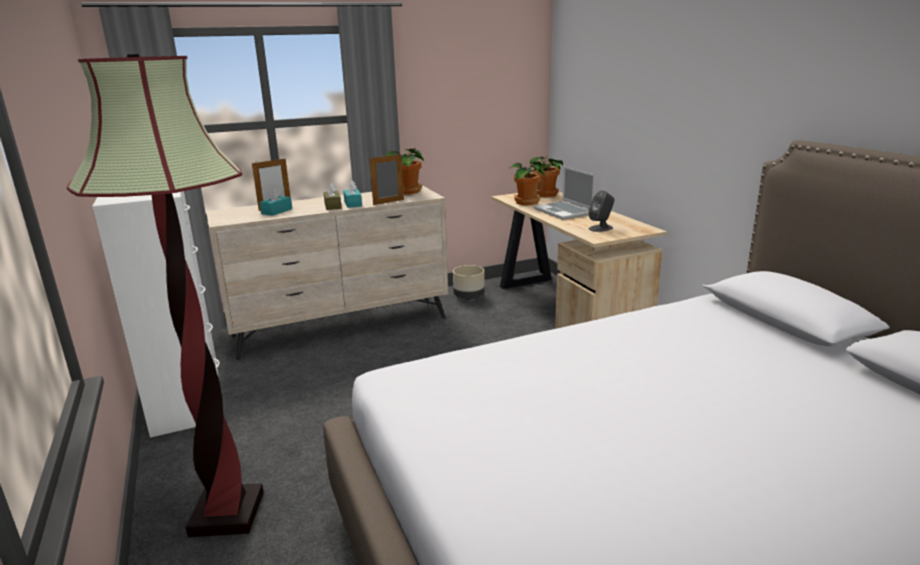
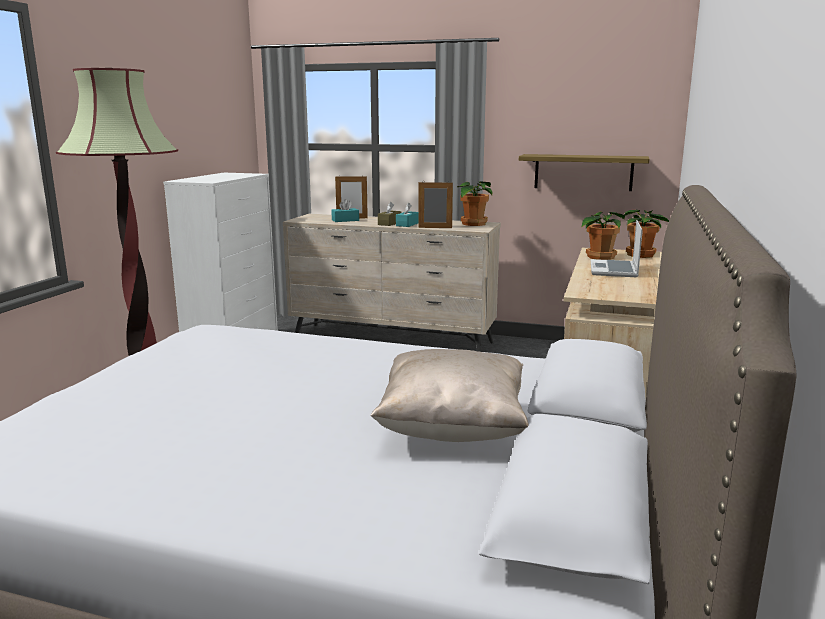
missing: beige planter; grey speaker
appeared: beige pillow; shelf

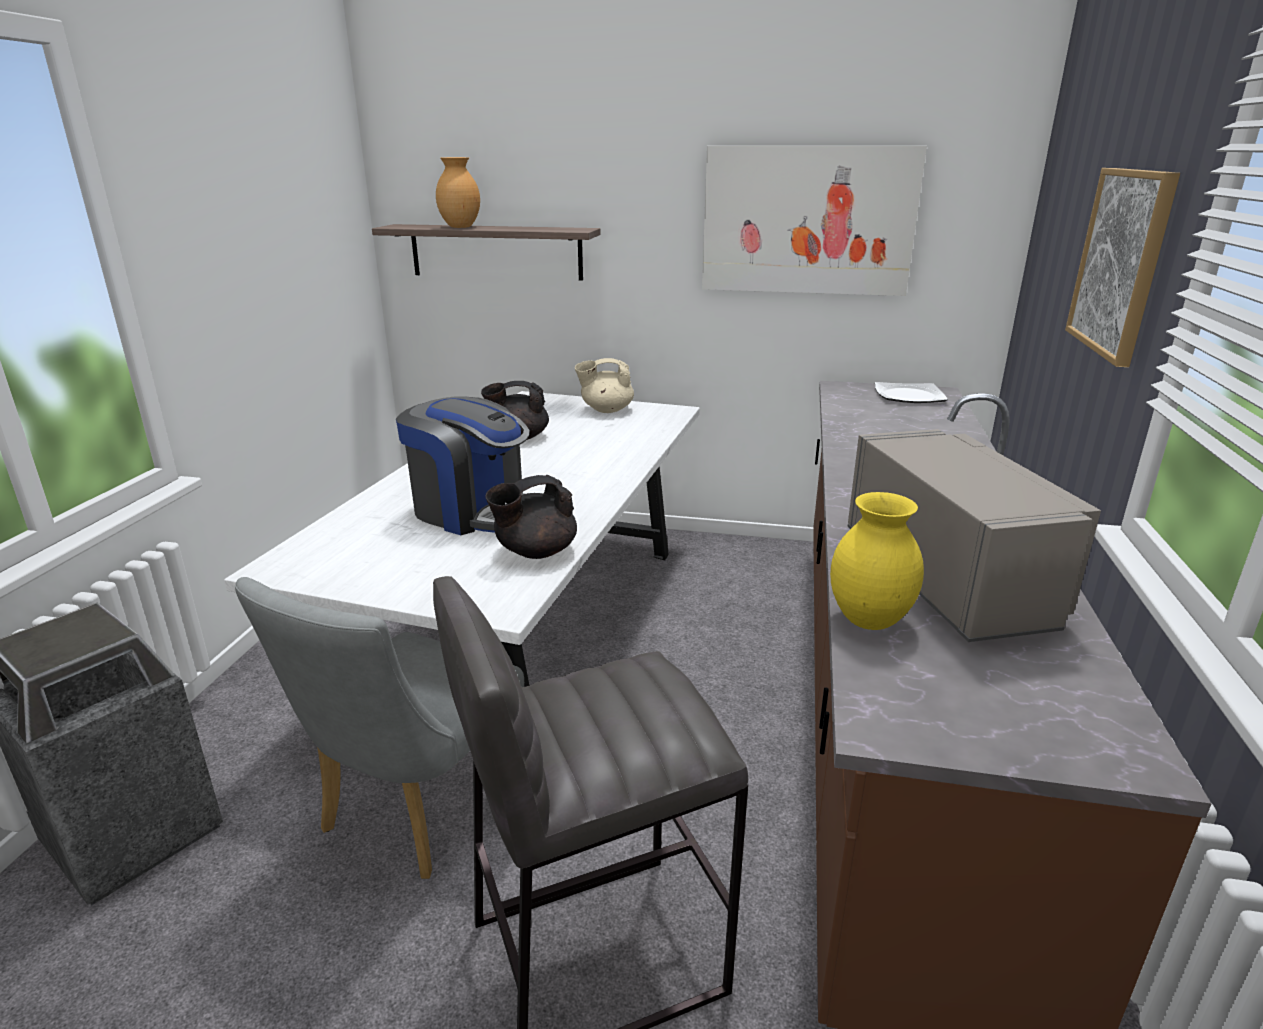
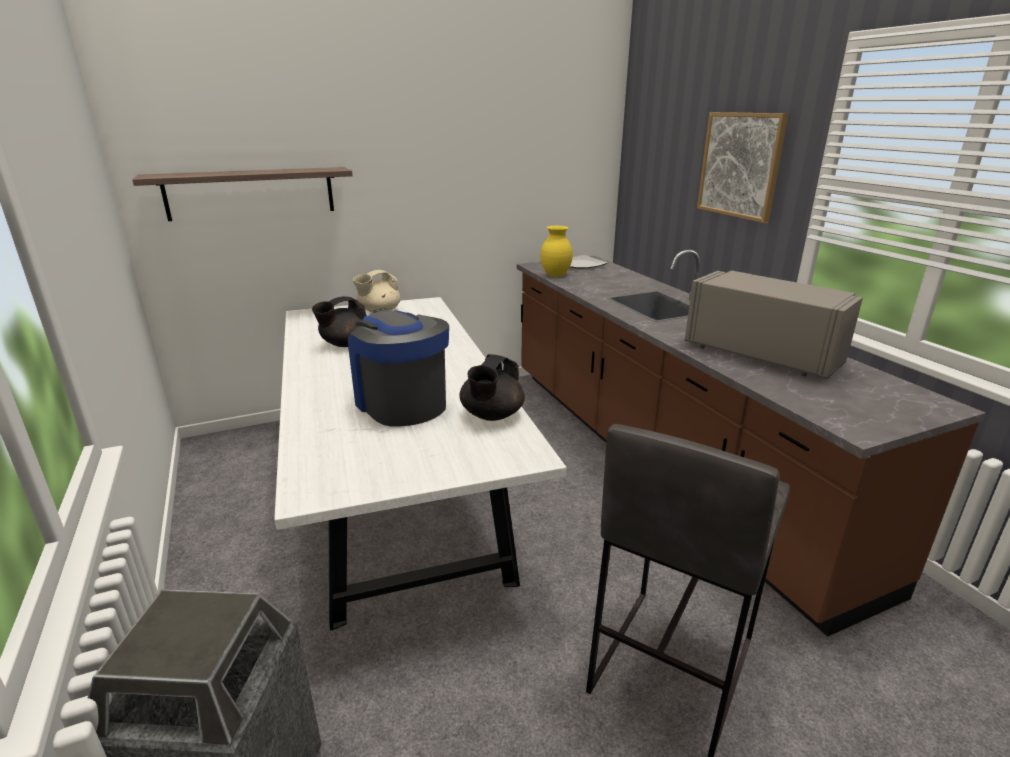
missing: grey chair; brown vase; picture (no. 1 from left)
relocated: yellow vase
spun: coffee machine 120 degrees counterclockwise

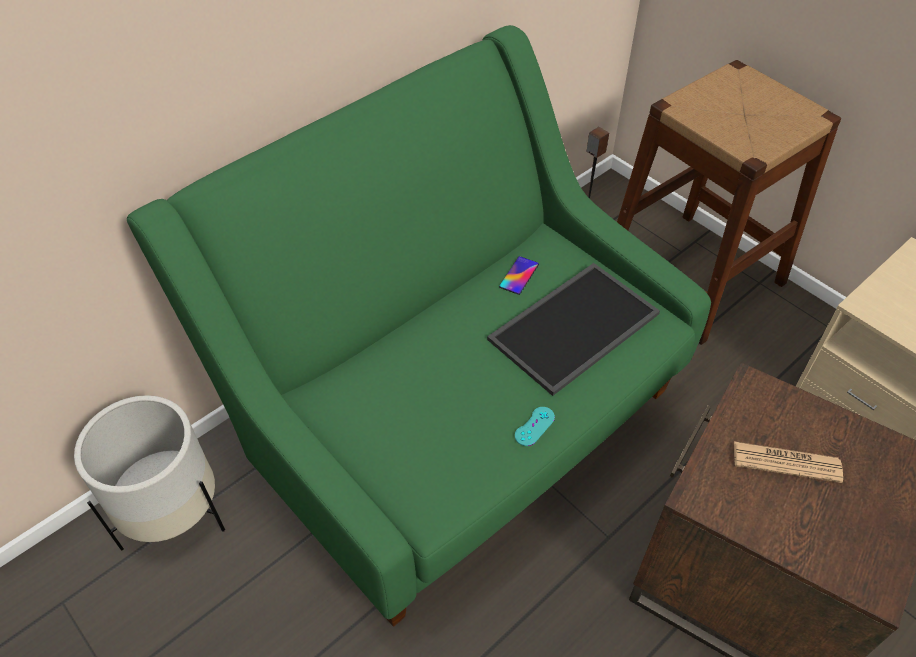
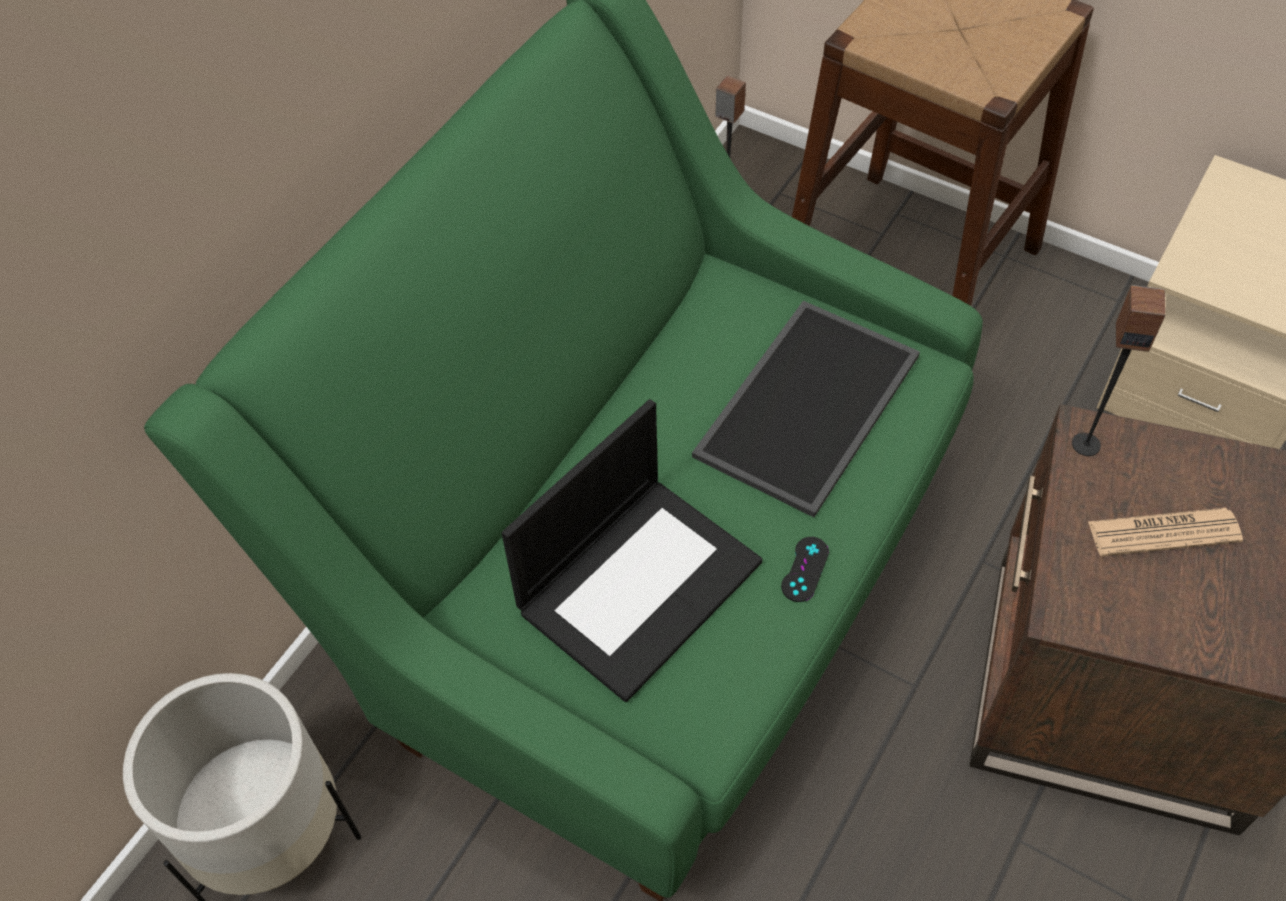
missing: phone
appeared: laptop; speaker (no. 2 from left)
colour: turquoise game controller to black game controller

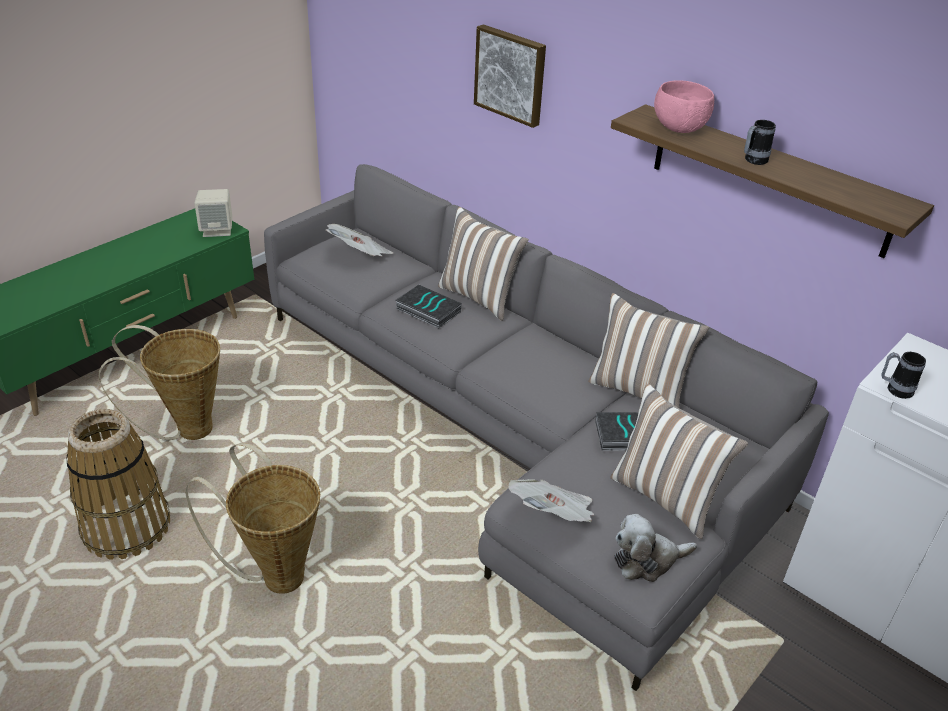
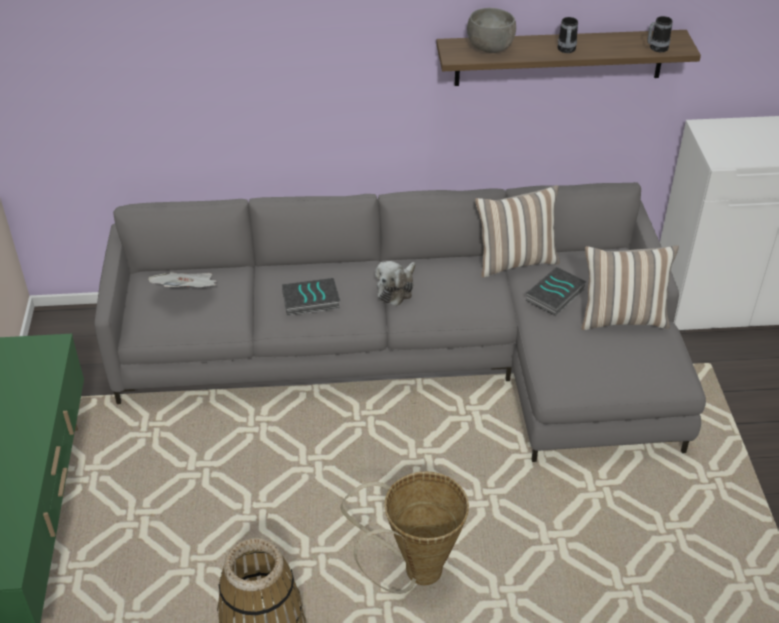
missing: basket (no. 2 from left); beige speaker; pillow (no. 1 from left); picture; newspaper (no. 2 from left)
relocated: plush toy; mug (no. 2 from left)
colour: pink bowl to grey bowl

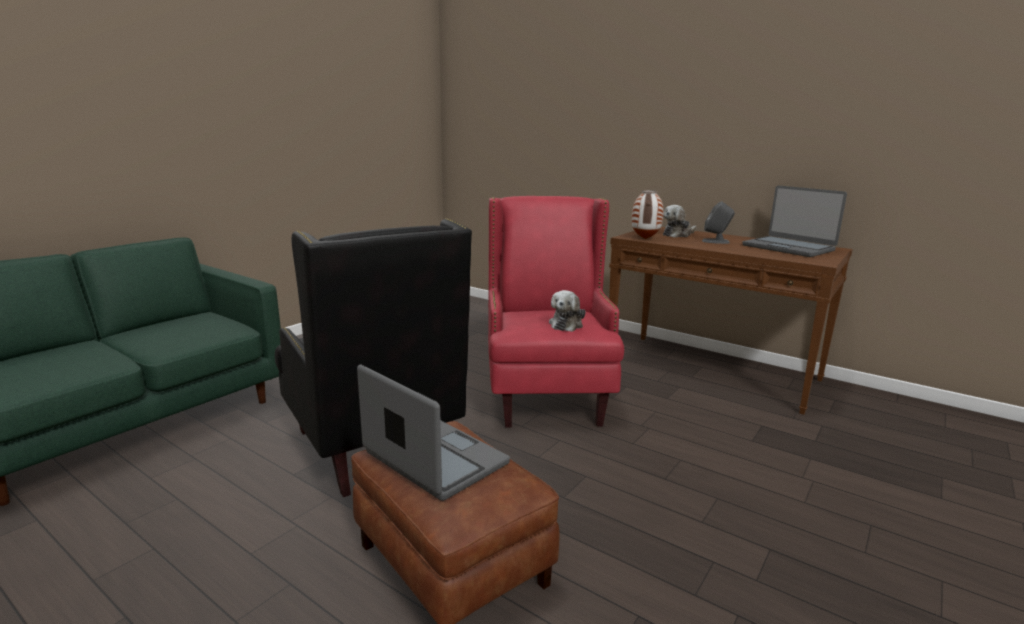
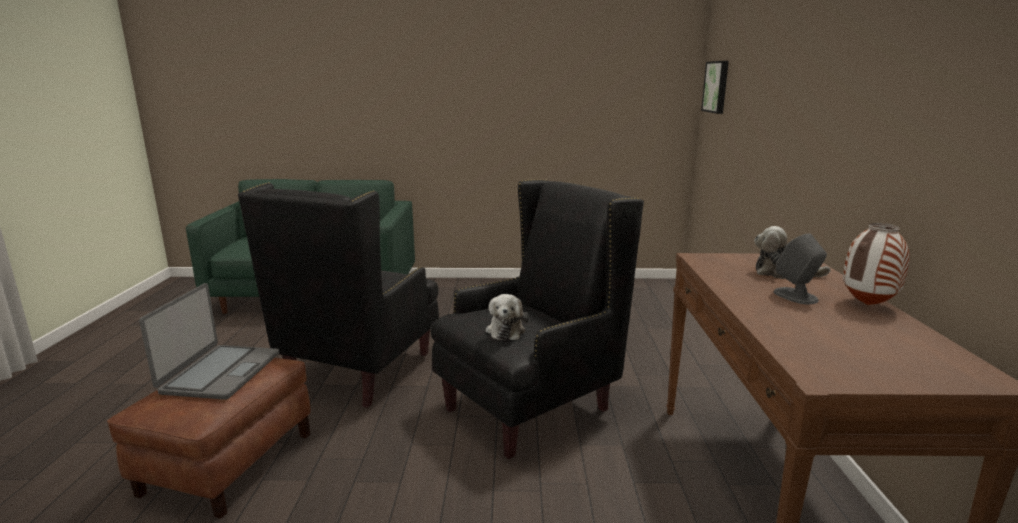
missing: laptop (no. 2 from left)
appeared: picture
relocated: vase
colour: red armchair to black armchair (no. 2 from left)
spun: plush toy (no. 1 from left) 75 degrees counterclockwise

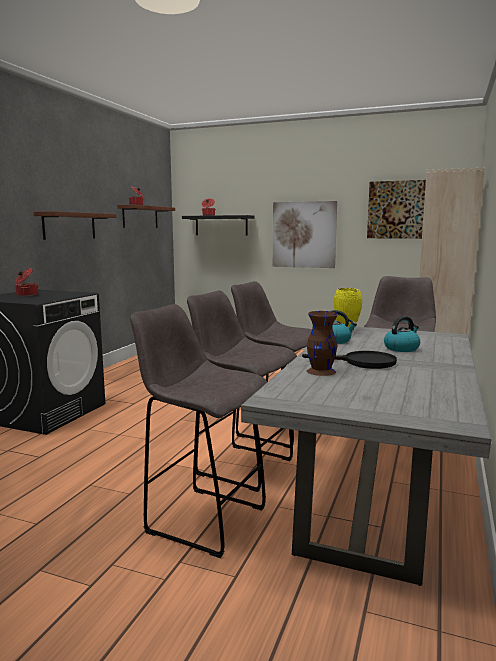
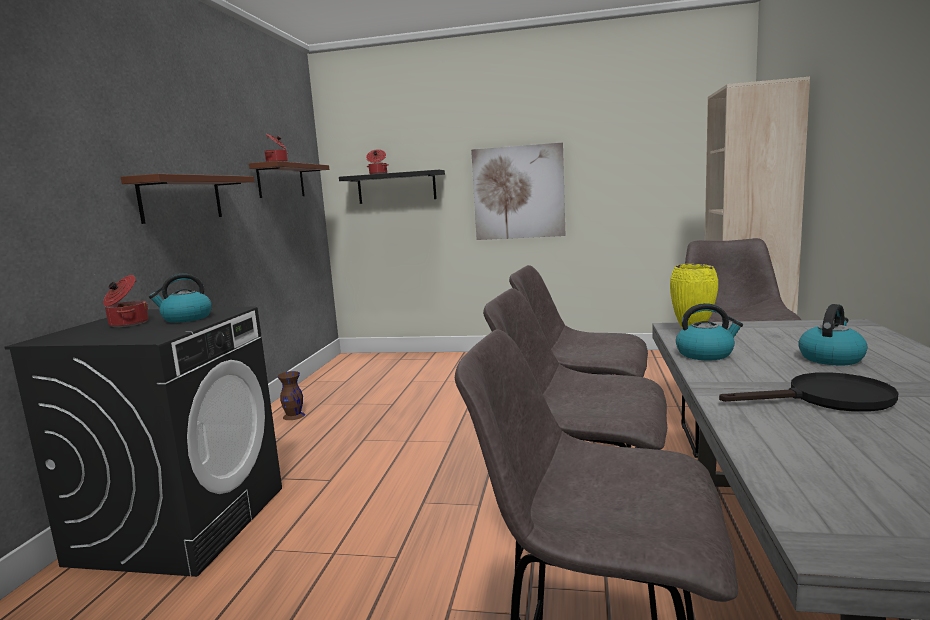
missing: picture (no. 2 from left)
appeared: kettle (no. 1 from left)
relocated: brown vase

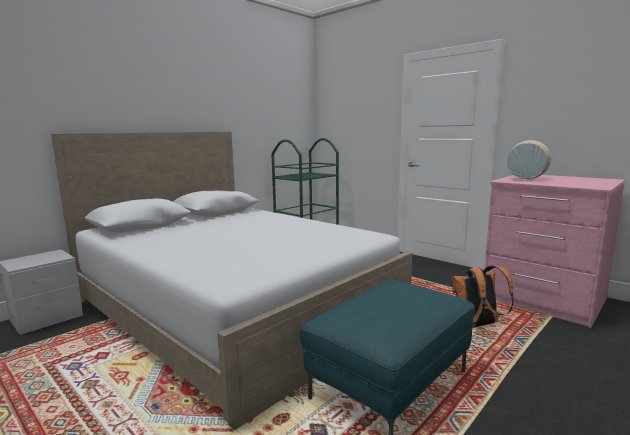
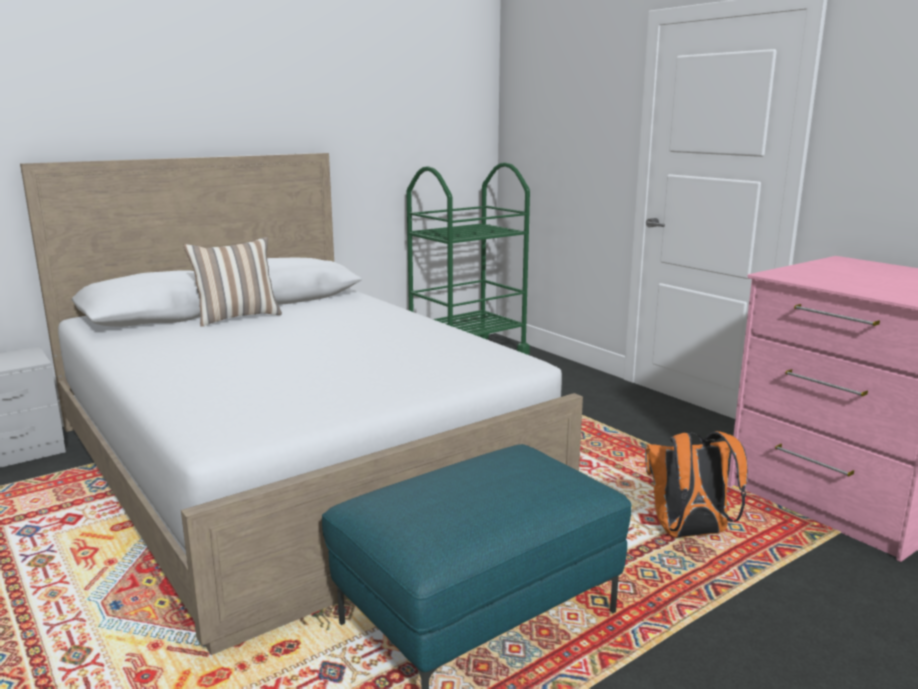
missing: vase
appeared: pillow

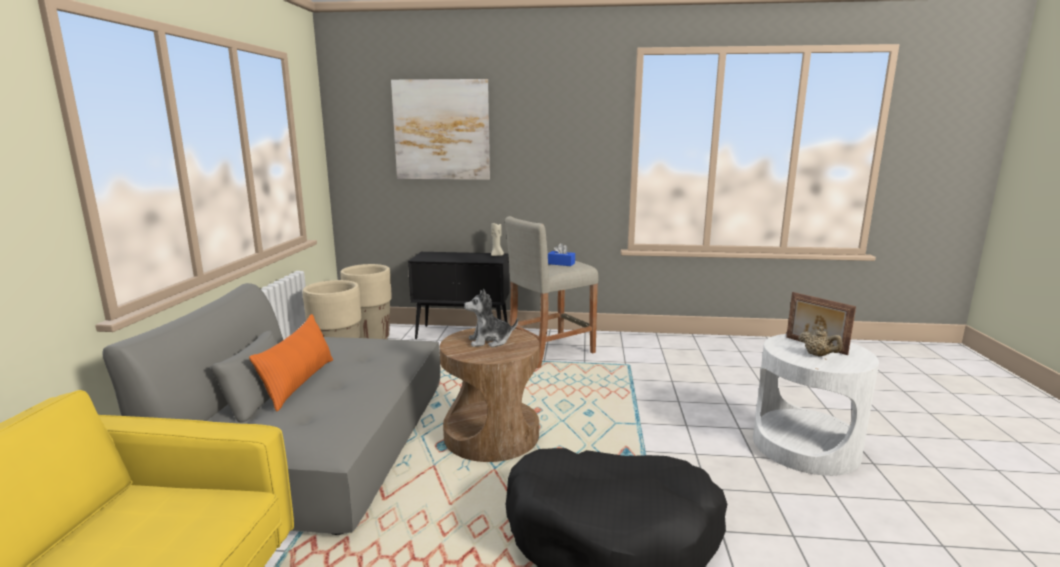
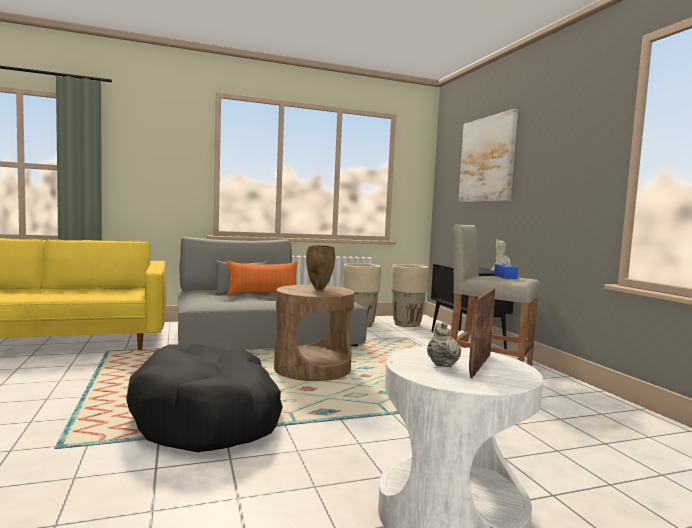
exchanged: plush toy to brown vase
spun: beige teapot 150 degrees clockwise

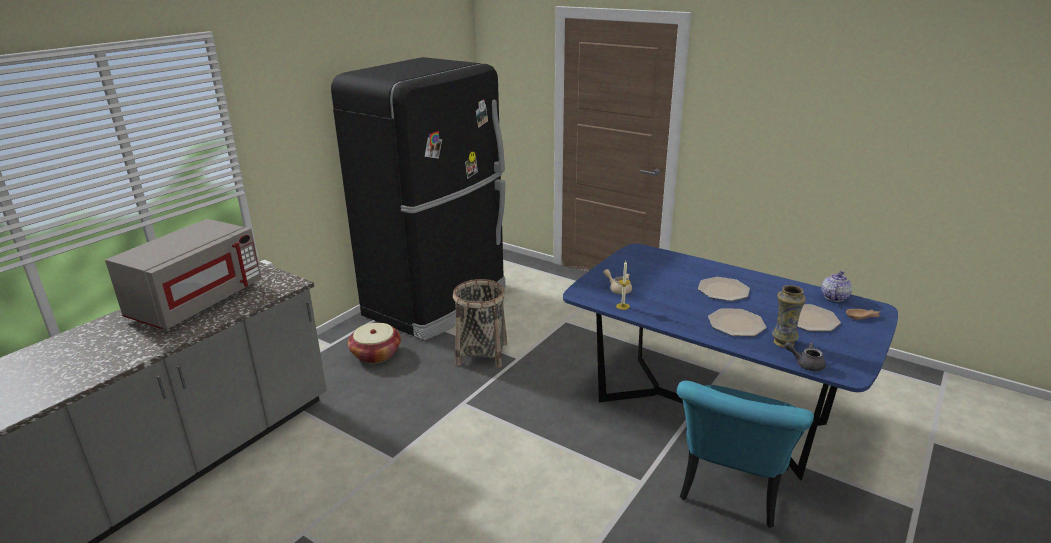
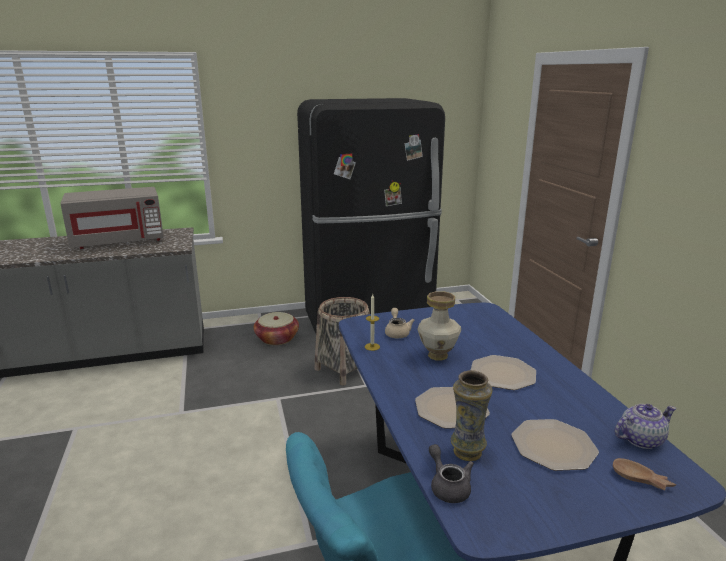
appeared: vase (no. 1 from left)

